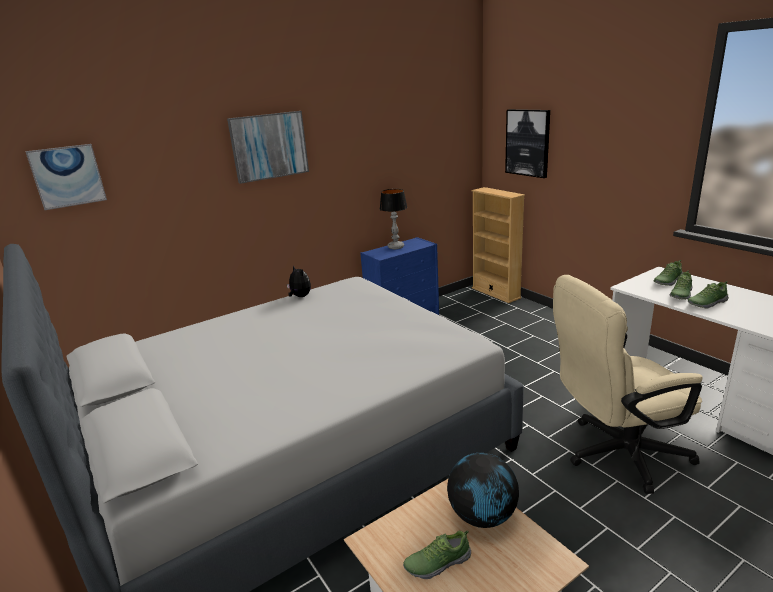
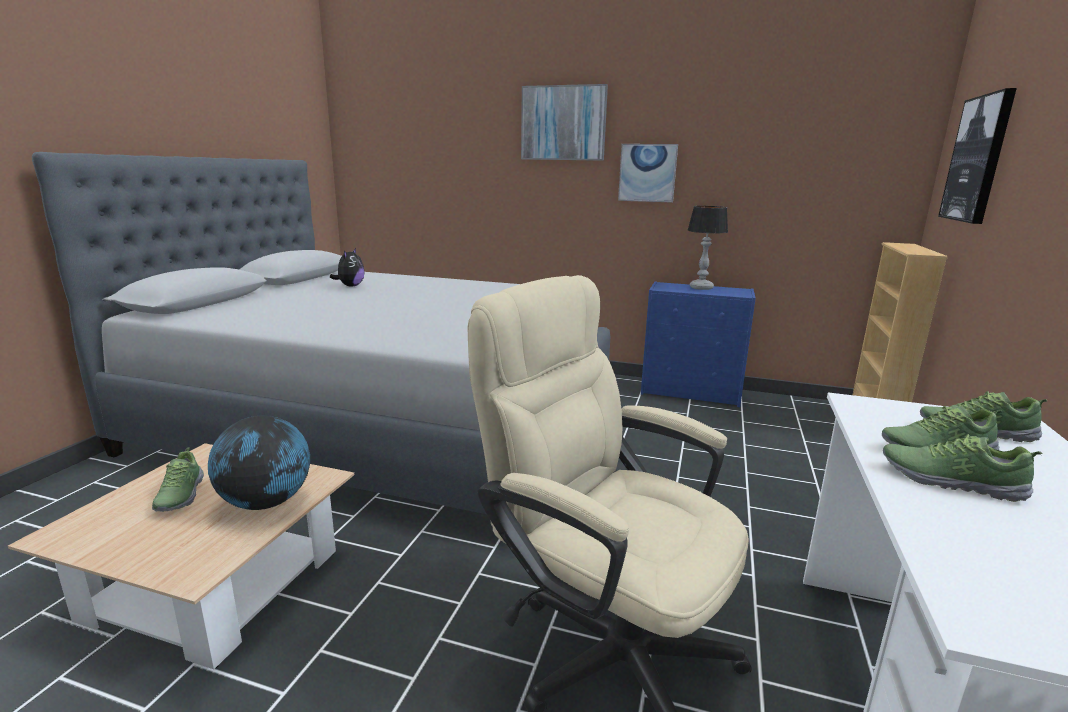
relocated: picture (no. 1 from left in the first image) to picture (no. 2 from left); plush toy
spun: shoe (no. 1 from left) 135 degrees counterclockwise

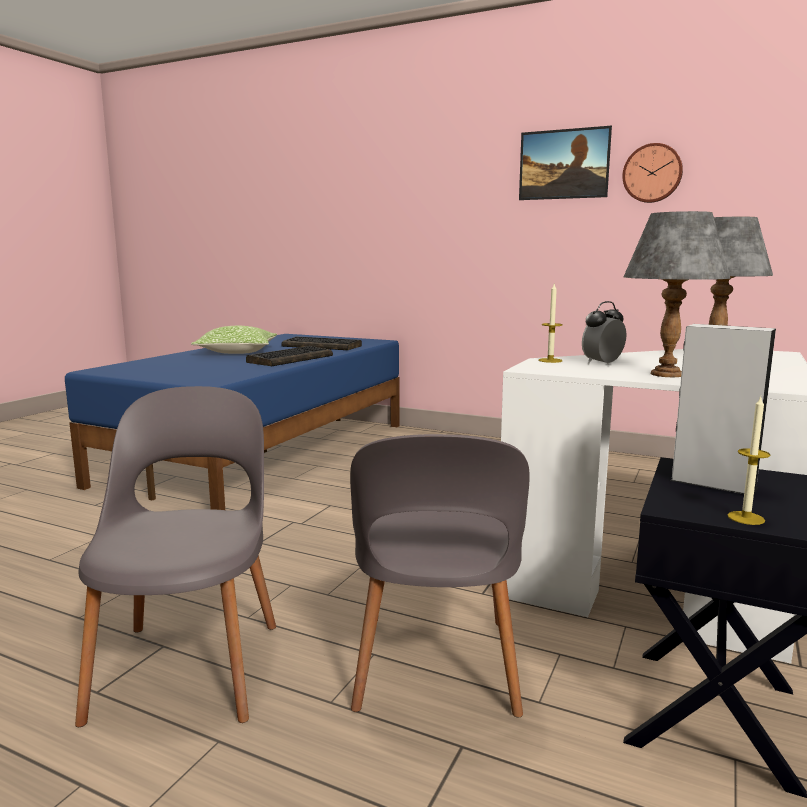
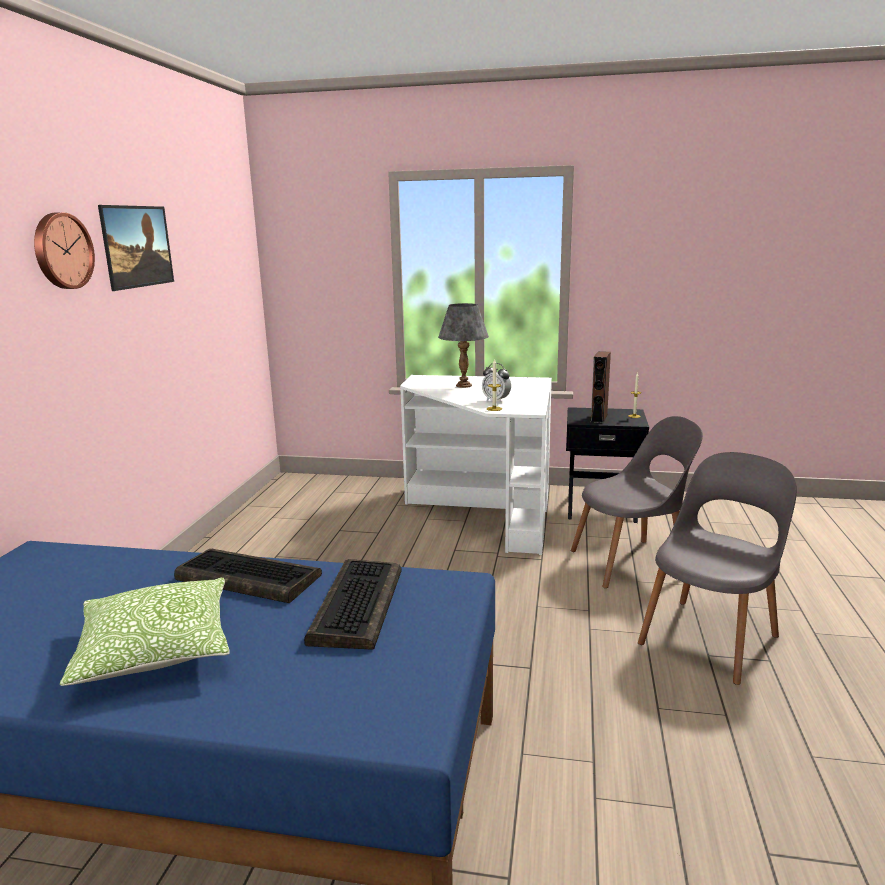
missing: grey table lamp (no. 1 from left)
relocated: keyboard (no. 2 from left); wall clock
colour: grey speaker to brown speaker
spun: grey chair (no. 1 from left in the first image) 150 degrees clockwise

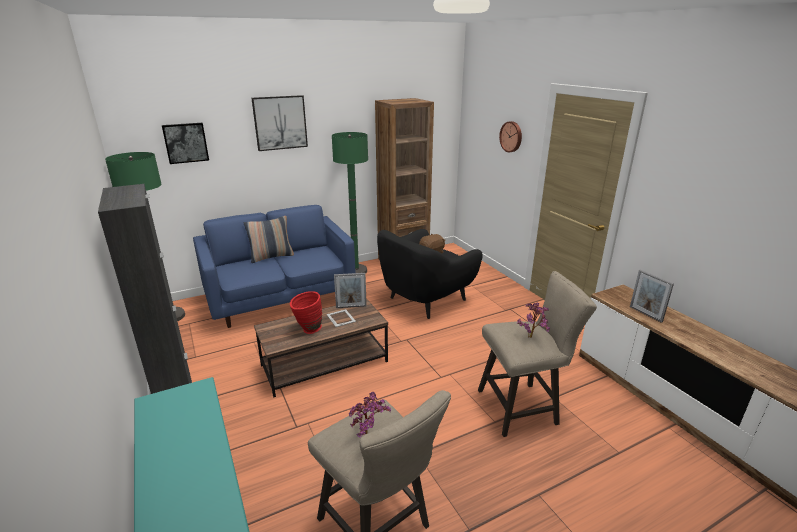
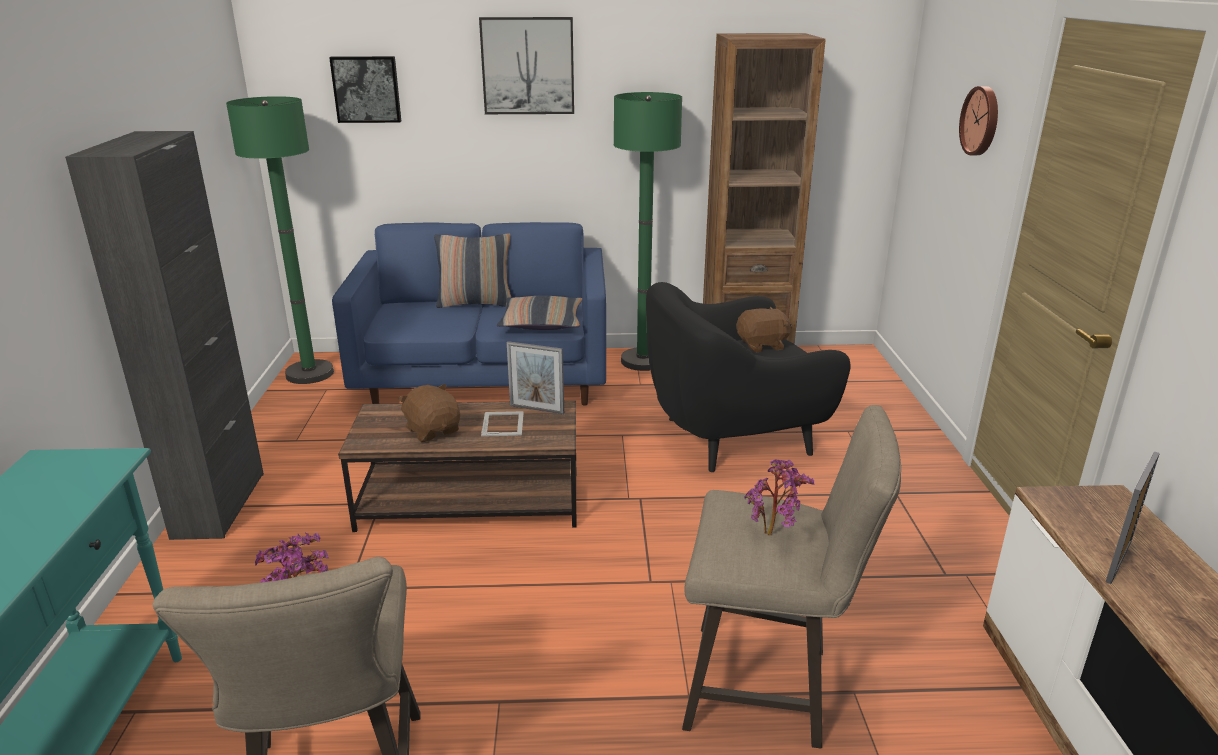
appeared: pillow (no. 2 from left)
exchanged: red vase to brown plush toy (no. 1 from left)
spun: picture frame (no. 3 from left) 45 degrees clockwise

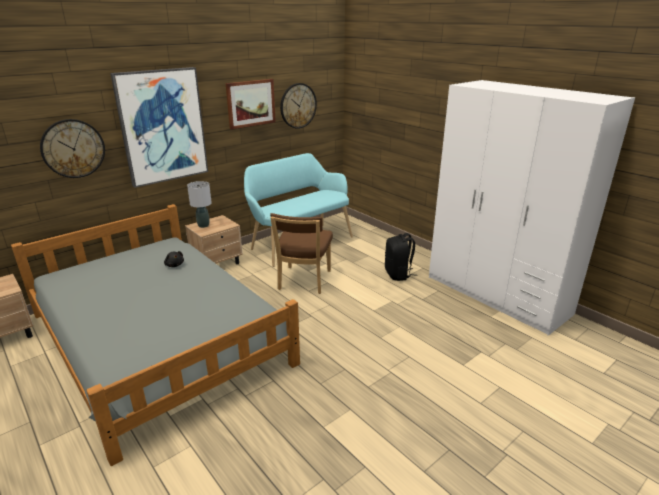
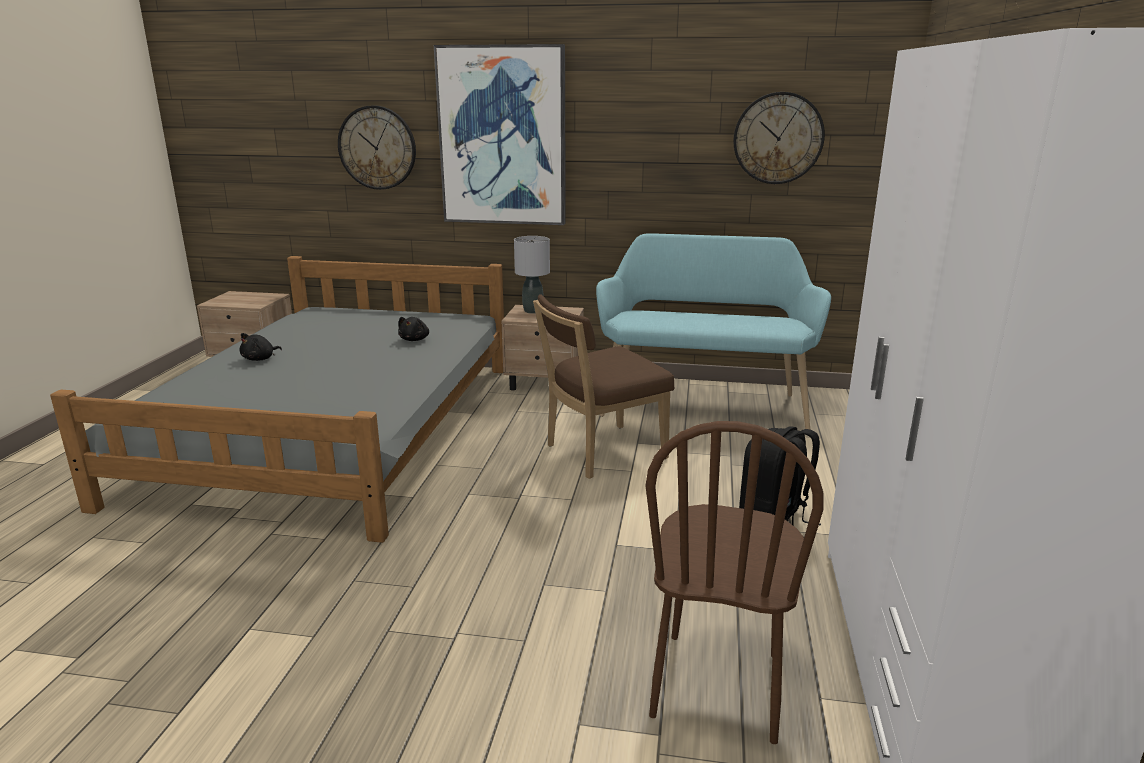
missing: picture (no. 2 from left)
appeared: black plush toy (no. 1 from left); brown chair (no. 2 from left)

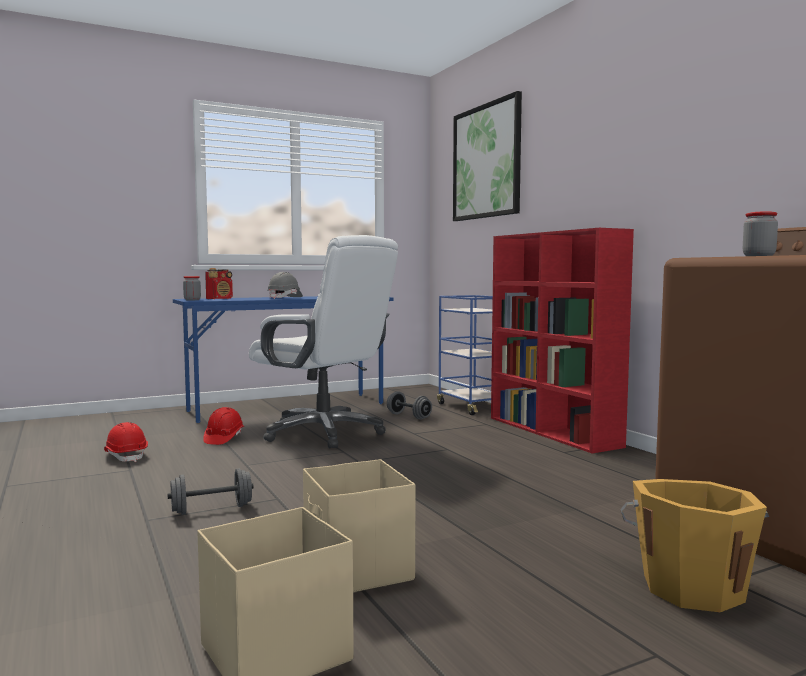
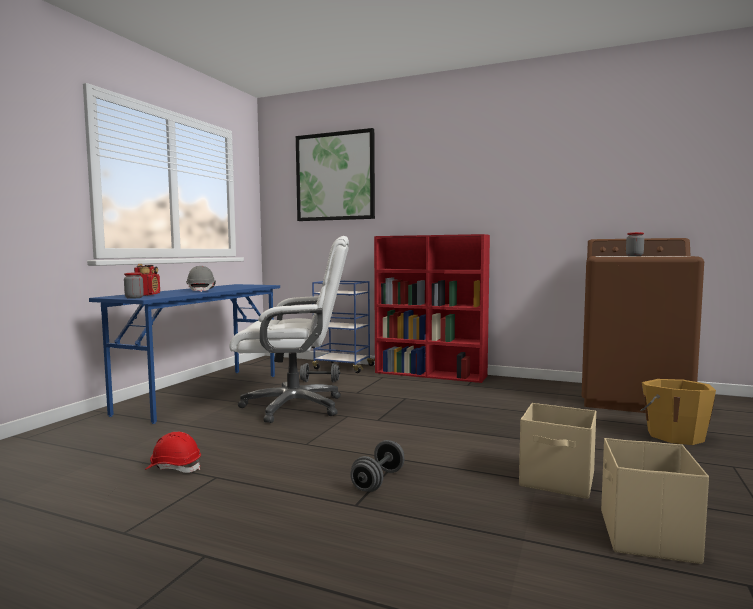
missing: red hard hat (no. 2 from left)

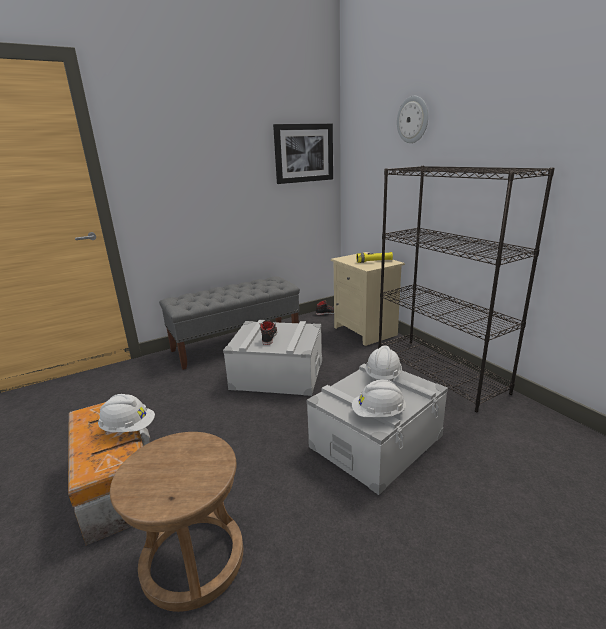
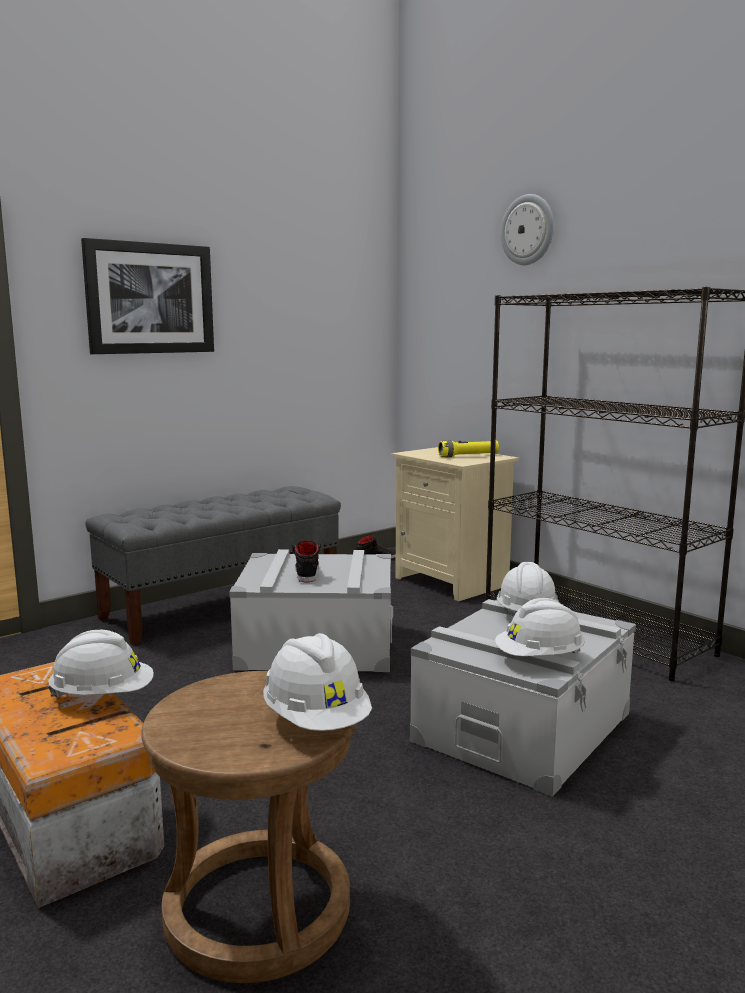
appeared: white hard hat (no. 2 from left)
relocated: picture

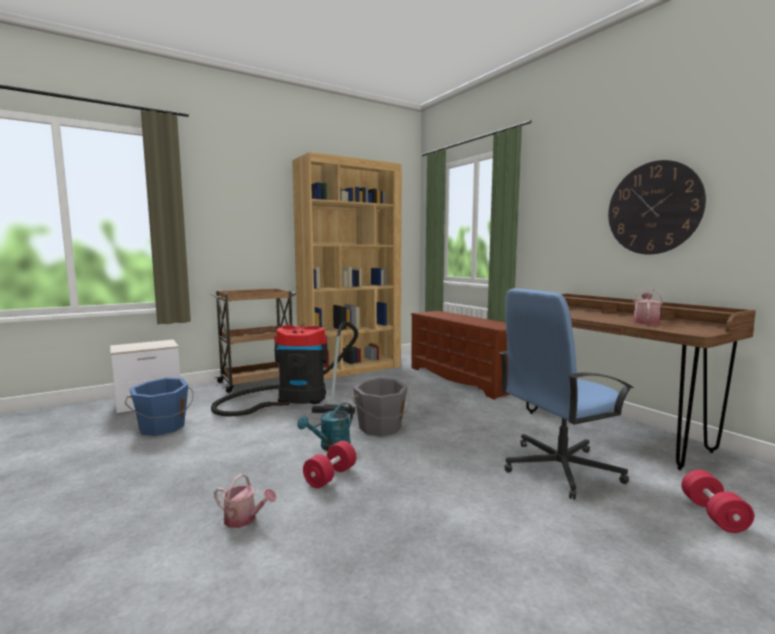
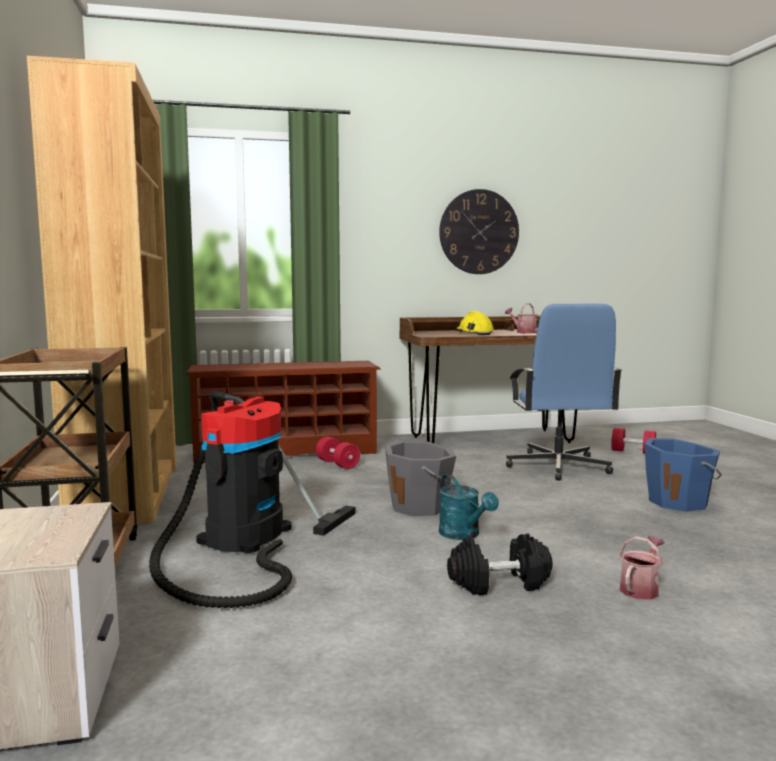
appeared: black dumbbell; yellow hard hat
relocated: blue bucket; red dumbbell (no. 1 from left)

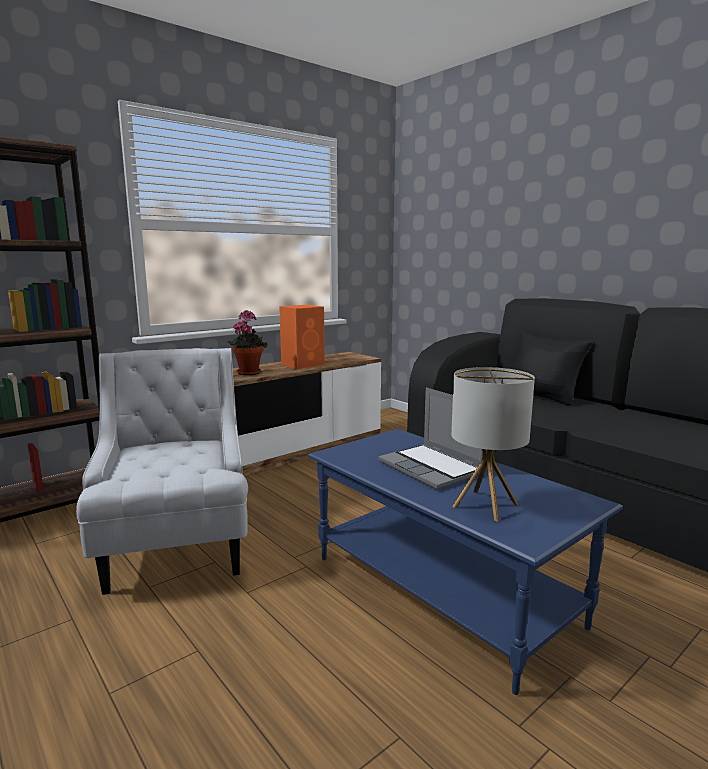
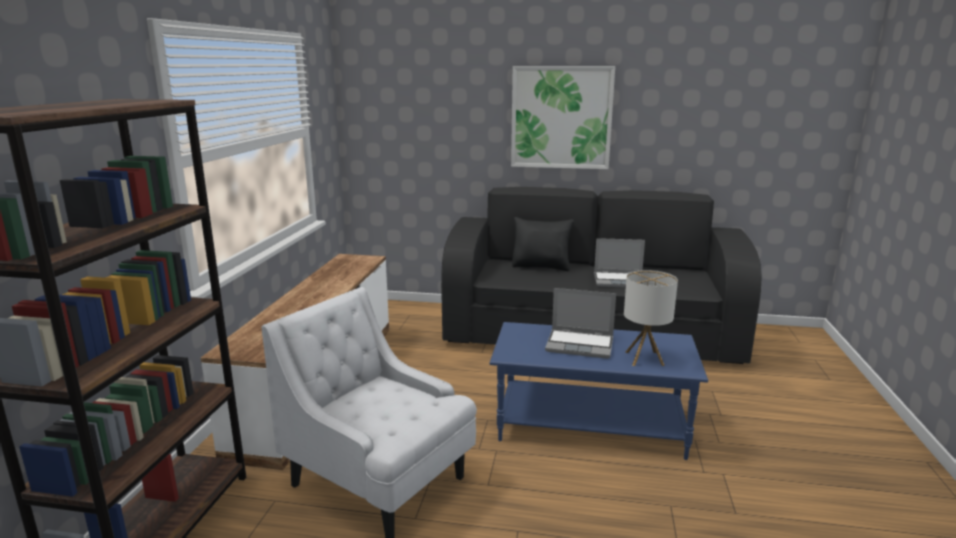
missing: potted plant; orange speaker
appeared: picture; laptop (no. 2 from left)

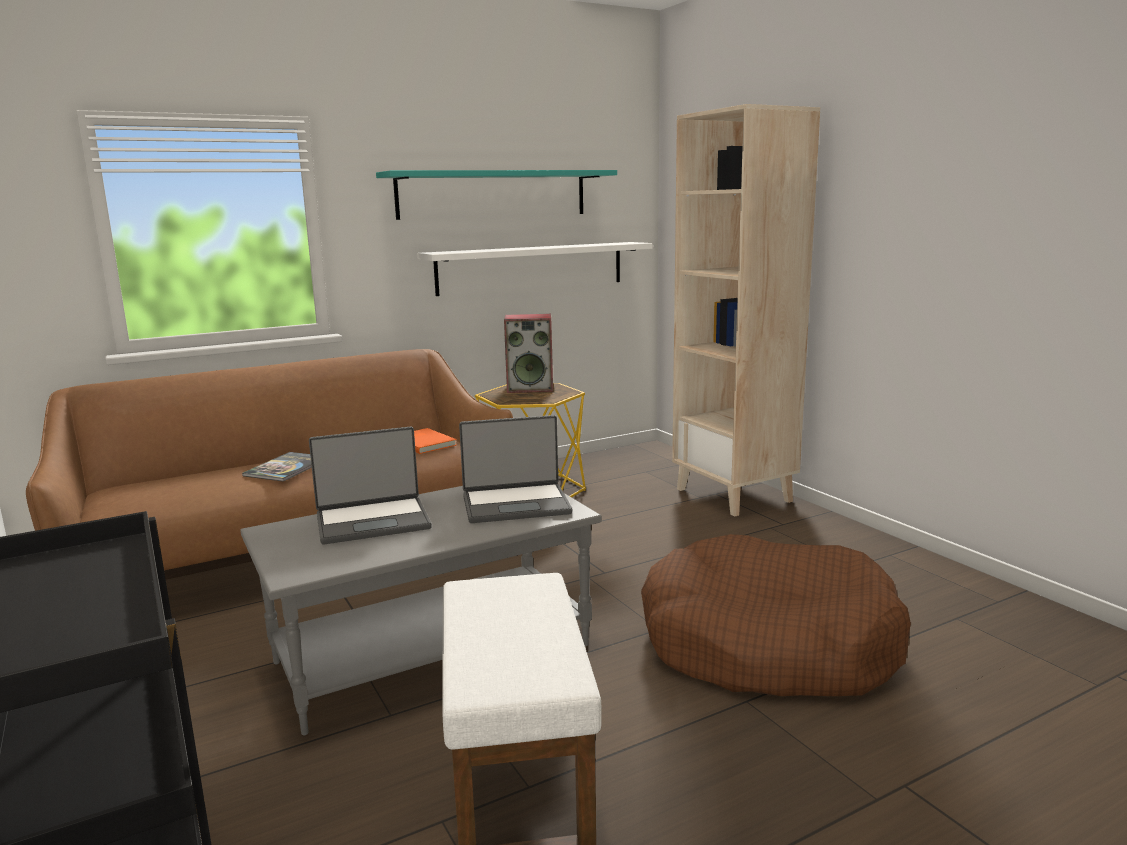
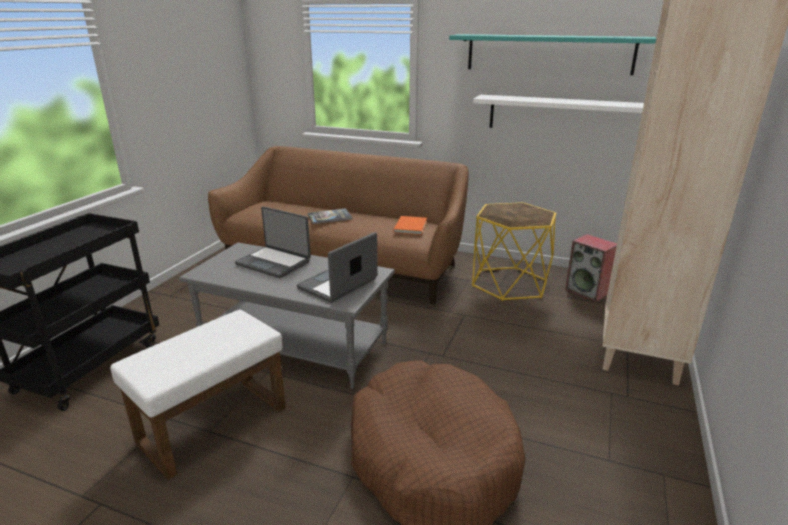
relocated: speaker
spun: laptop (no. 2 from left) 90 degrees clockwise

